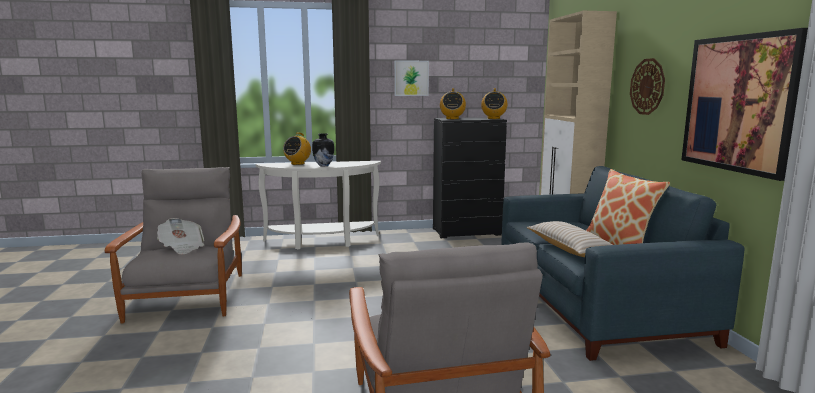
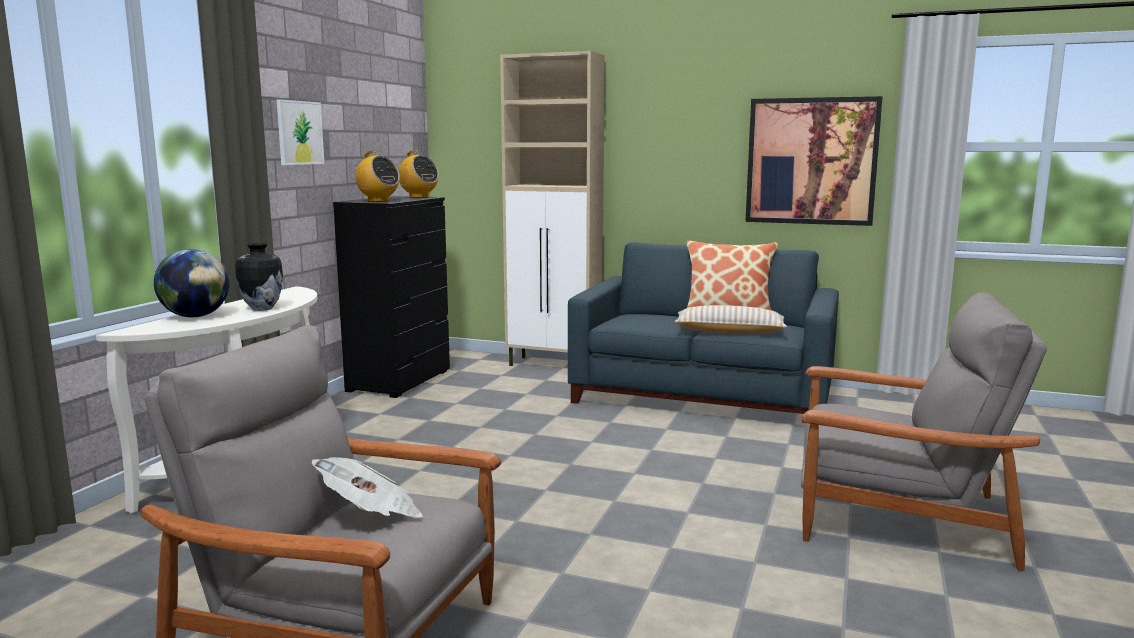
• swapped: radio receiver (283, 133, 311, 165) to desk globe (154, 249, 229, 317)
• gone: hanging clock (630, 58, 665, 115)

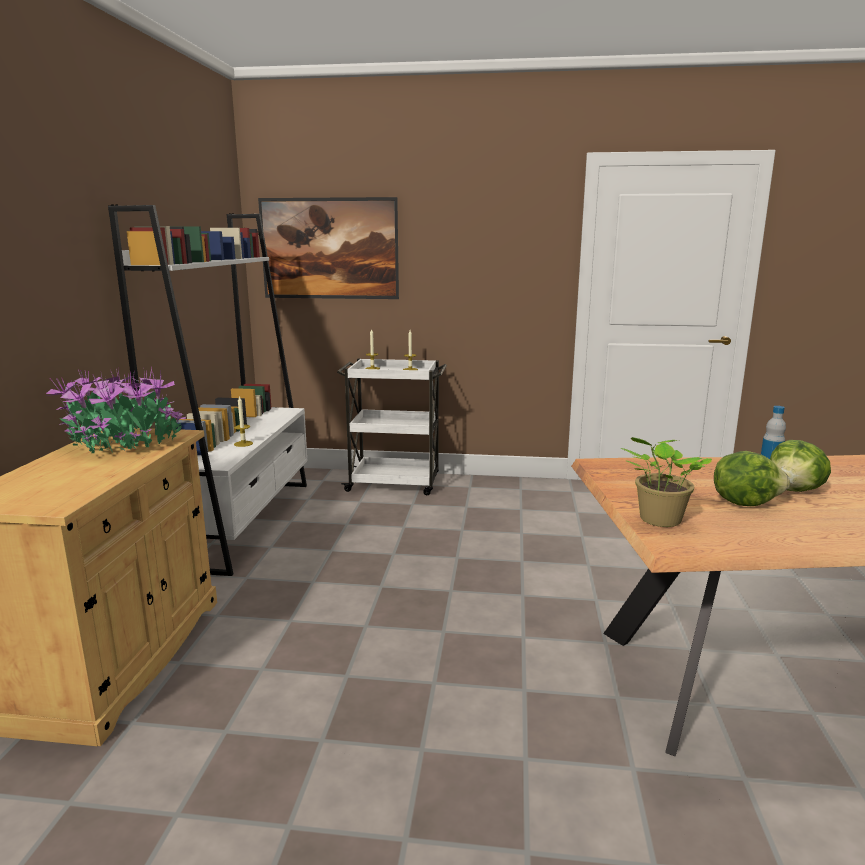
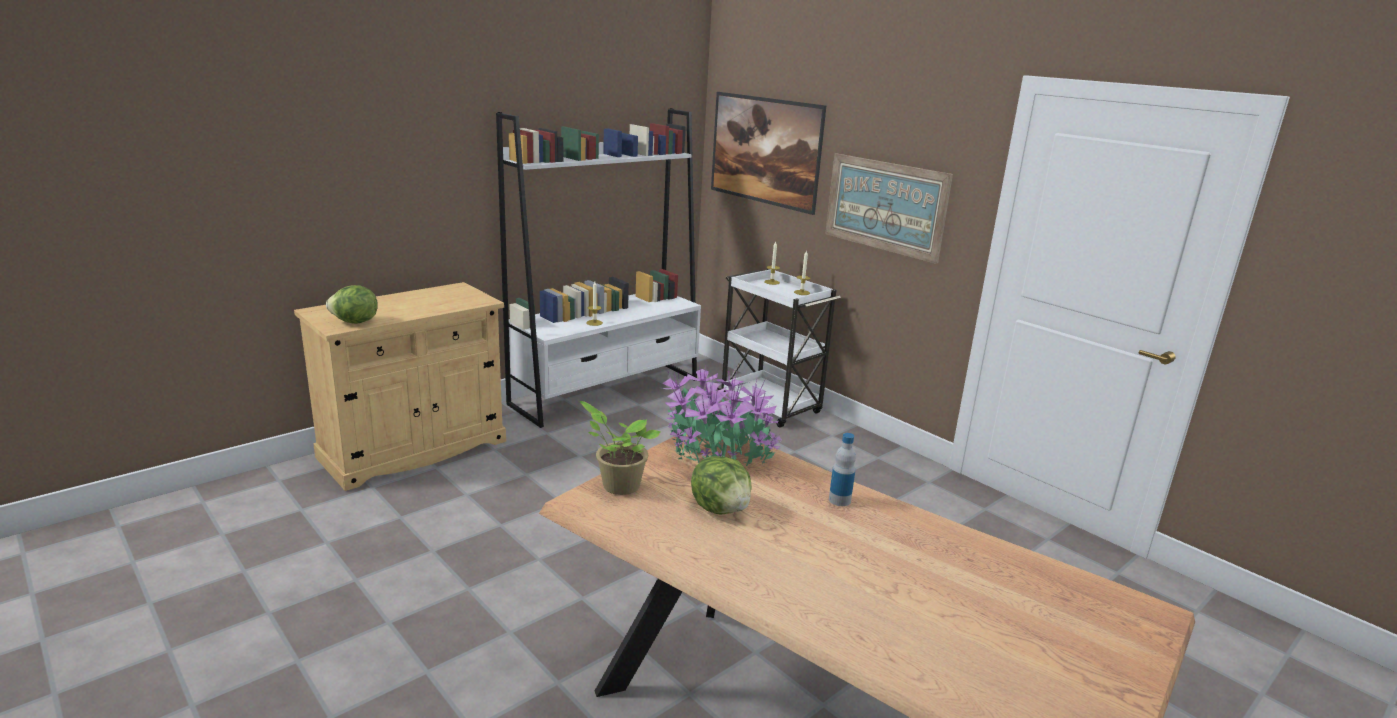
• shifted: lettuce head (770, 440, 831, 492) to (326, 285, 378, 324)
• shifted: plant in a pot (46, 368, 186, 454) to (662, 364, 782, 466)
• new: wall picture (825, 153, 953, 264)

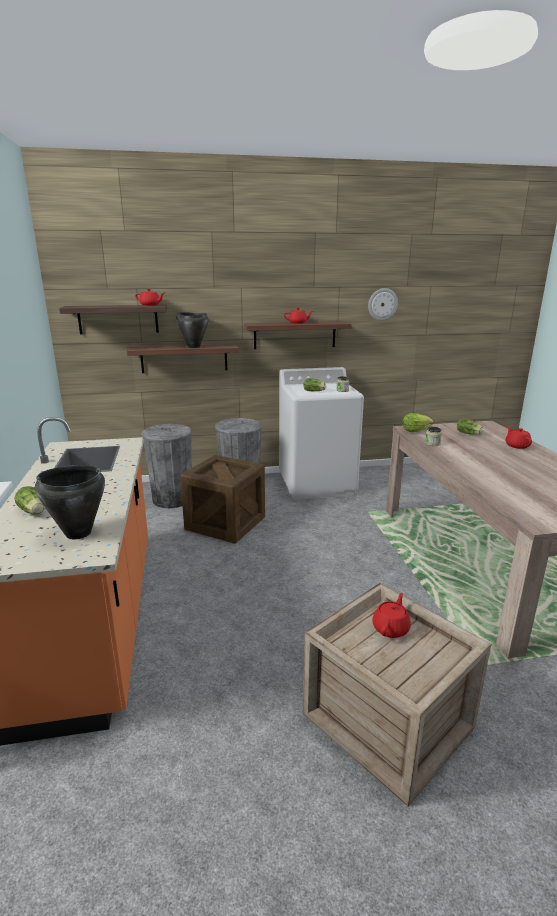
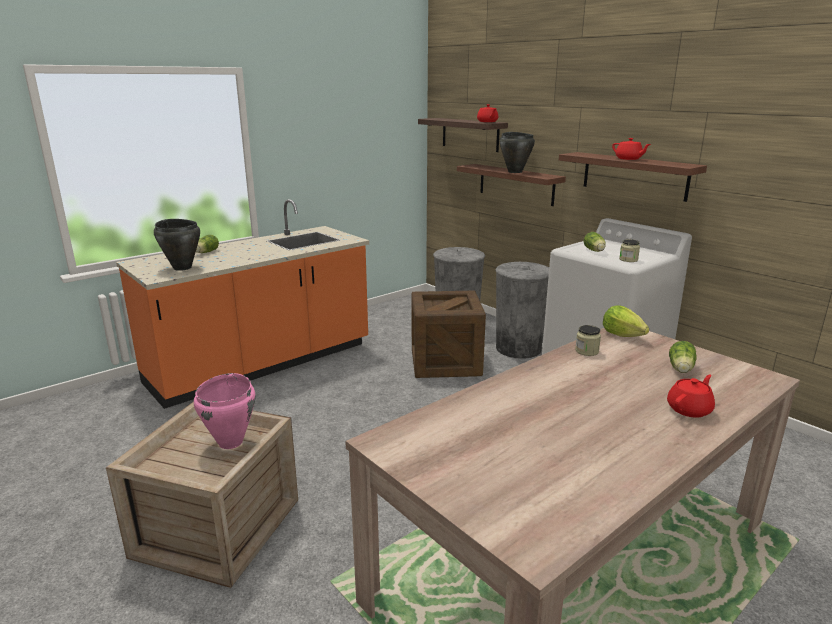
• swapped: red pot for tea (372, 593, 411, 638) to pink-coloured saucepot (194, 373, 256, 449)
• gone: hanging clock (368, 288, 398, 321)

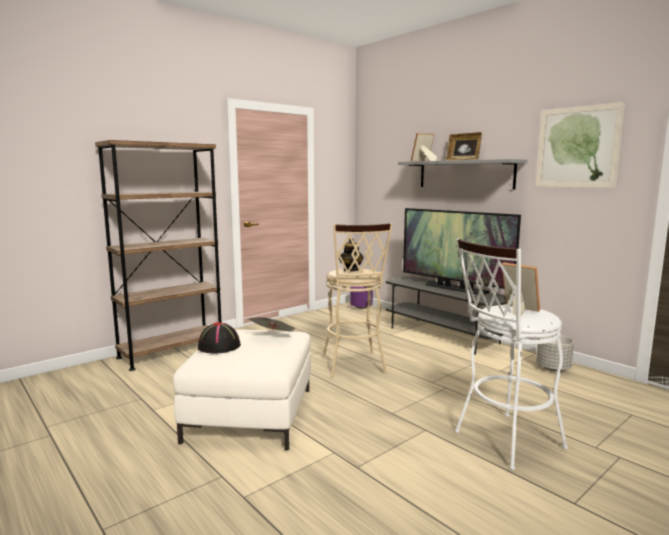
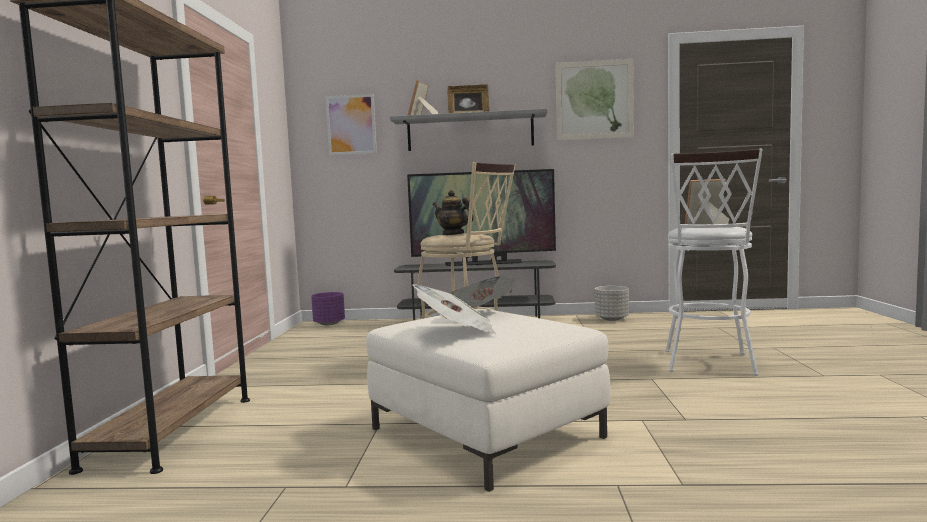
• new: wall picture (325, 94, 377, 155)
• swapped: black clothing hat (198, 322, 241, 353) to printed paper (412, 284, 496, 334)

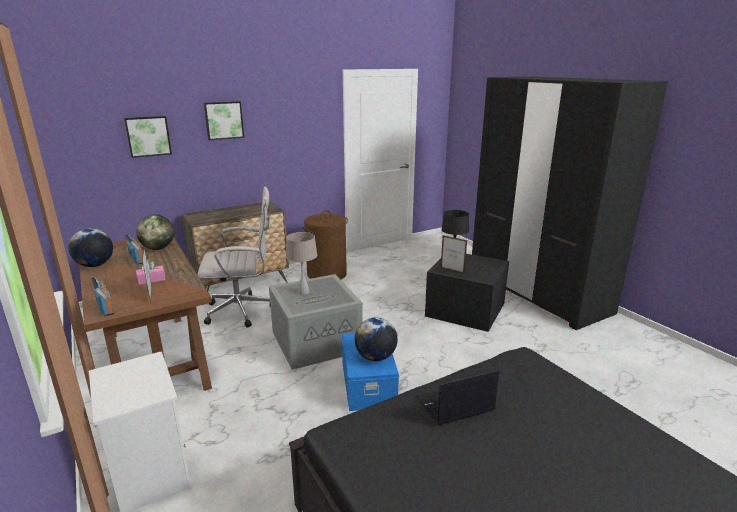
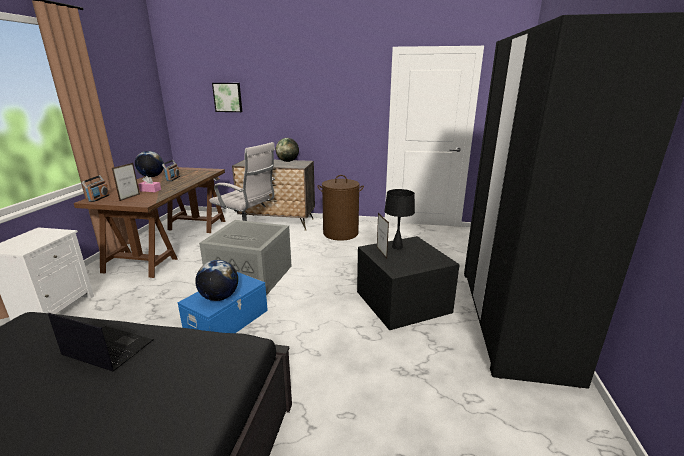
• shifted: desk globe (136, 214, 174, 250) to (276, 138, 299, 162)
• gone: wall picture (204, 101, 244, 140)
• gone: beige-coloured lamp for a table (286, 232, 317, 295)

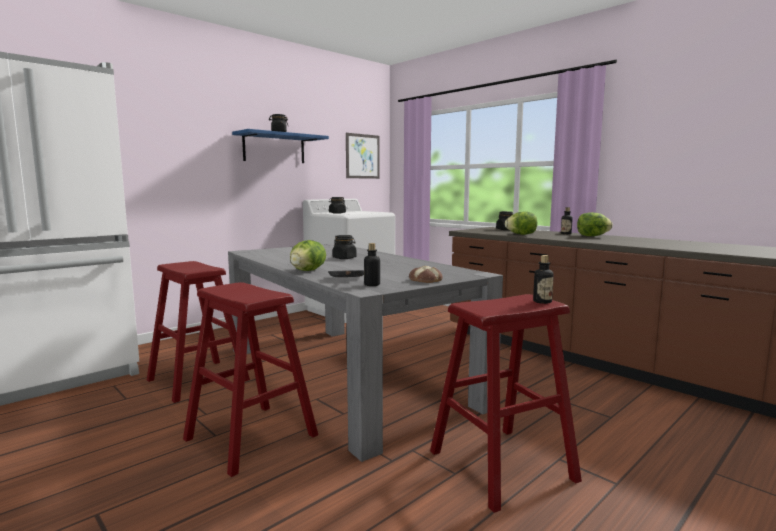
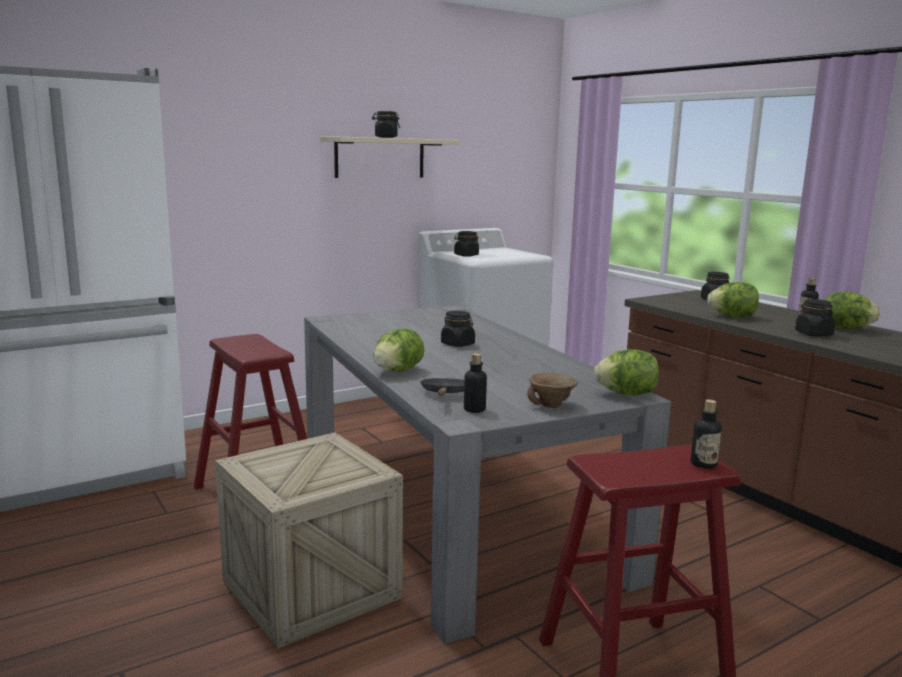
• swapped: red stool (183, 282, 318, 477) to crate (215, 433, 403, 648)
• repainted: bluish wall shelf (232, 129, 329, 163) to beige-coloured wall shelf (320, 137, 459, 178)
• swapped: baked bread (409, 266, 443, 283) to brown deep dish (527, 373, 578, 408)
• new: lettuce head (594, 349, 659, 396)
• new: black jar (795, 299, 835, 336)
• gone: wall picture (346, 133, 380, 179)

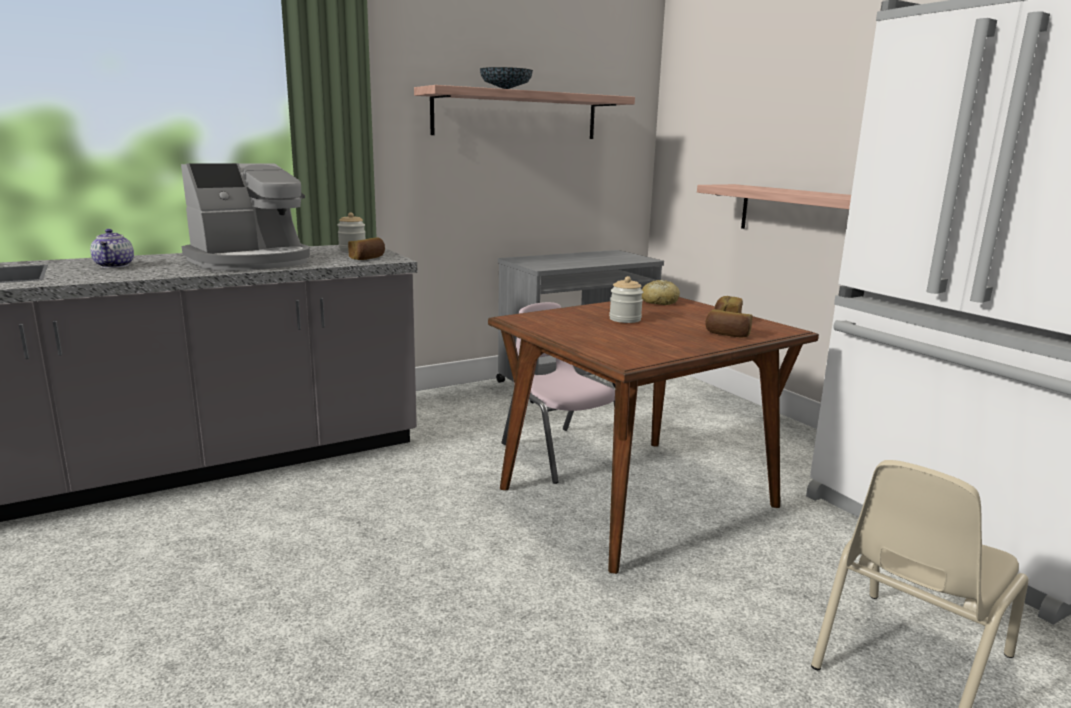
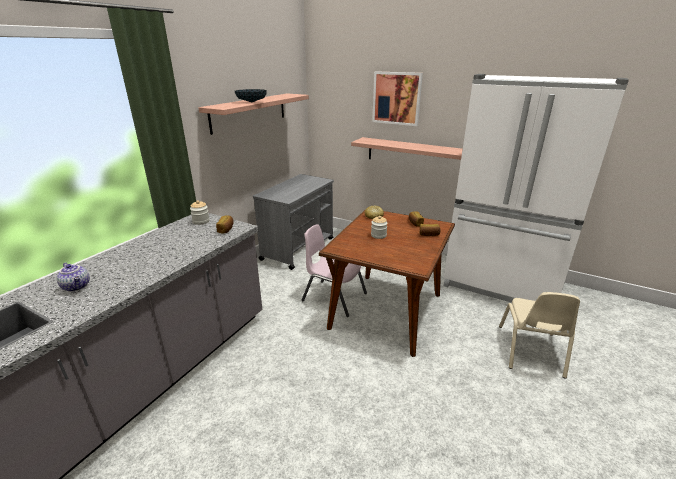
• new: wall picture (372, 71, 423, 126)
• gone: coffee brewer (181, 163, 310, 270)

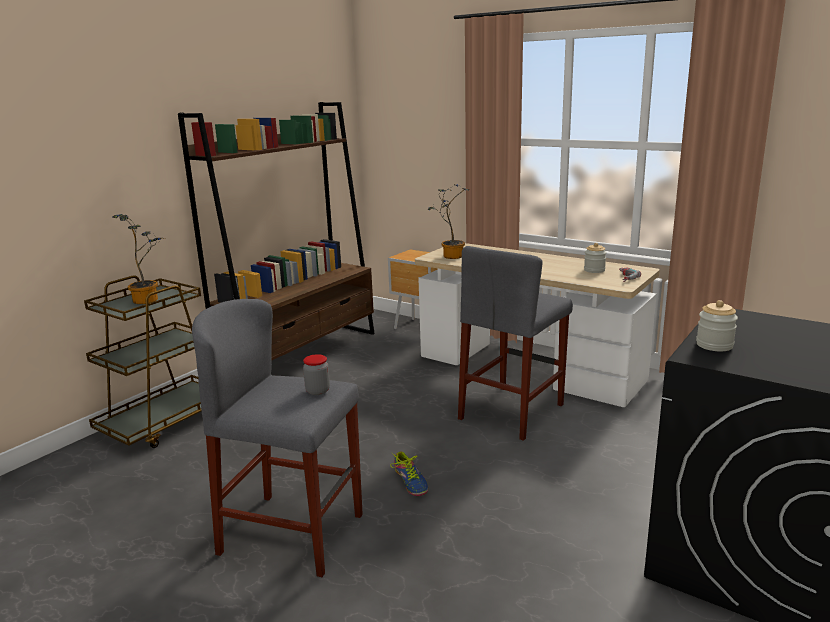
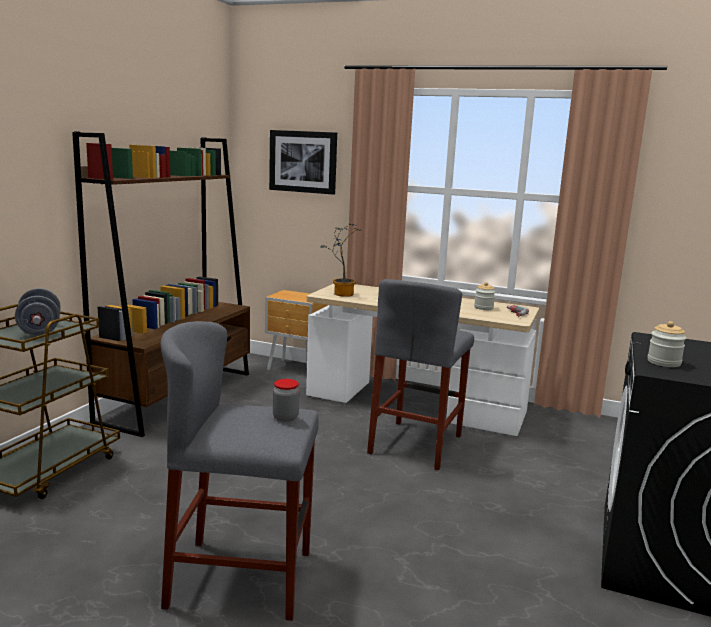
• swapped: plant in a pot (112, 214, 162, 304) to gray free weight (15, 288, 61, 336)
• new: wall picture (269, 130, 337, 195)
• gone: shoe (390, 452, 428, 496)

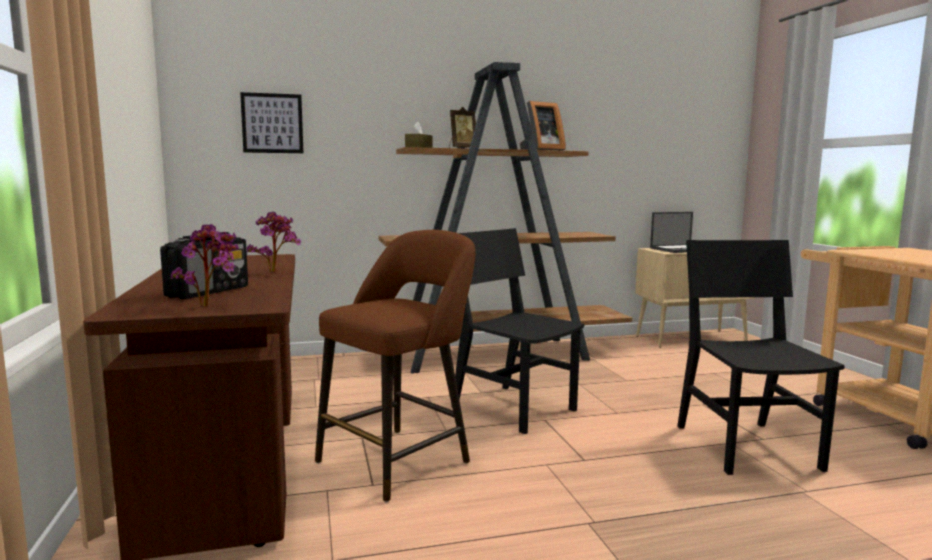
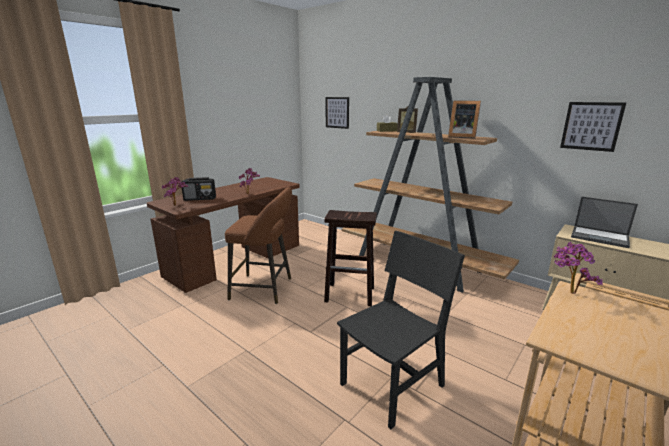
• swapped: black upright chair (451, 228, 584, 434) to brown stool (324, 210, 377, 306)
• new: plant in a pot (553, 242, 603, 294)
• new: wall picture (560, 102, 626, 152)

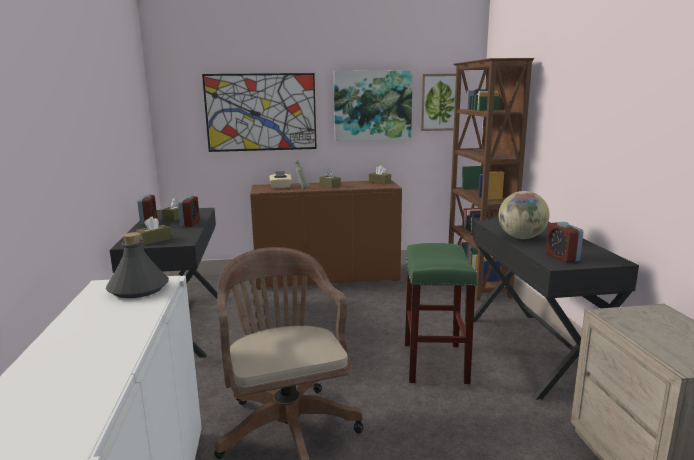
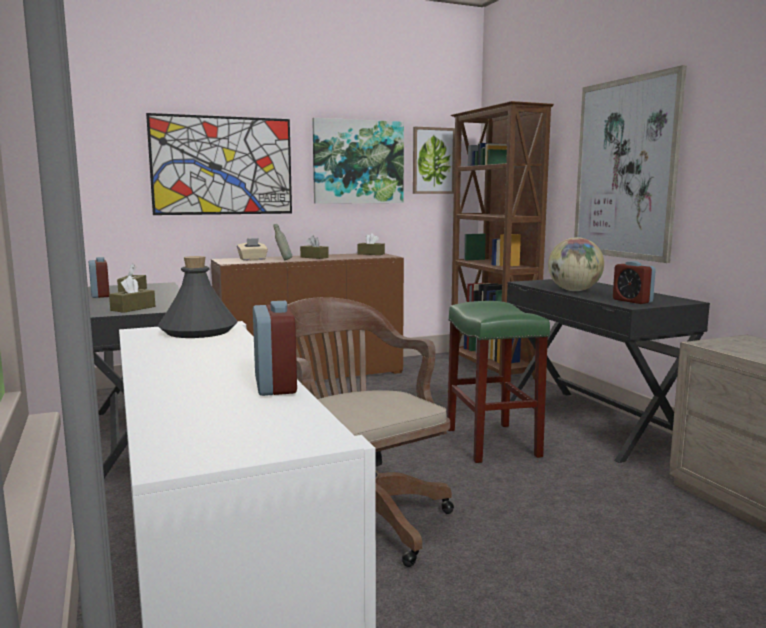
• shifted: bedside clock (178, 195, 200, 227) to (253, 301, 297, 396)
• new: wall picture (574, 65, 687, 263)

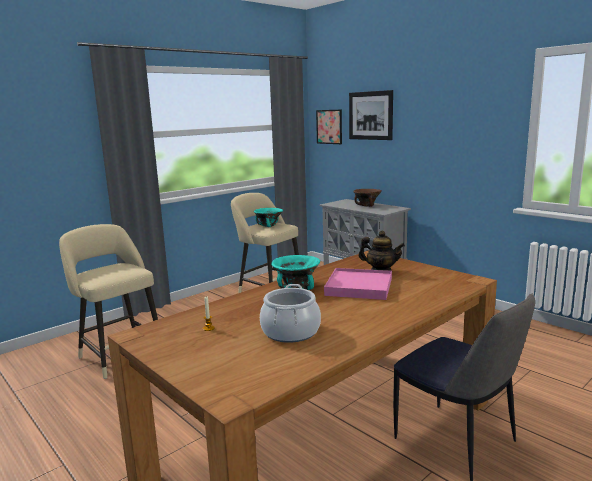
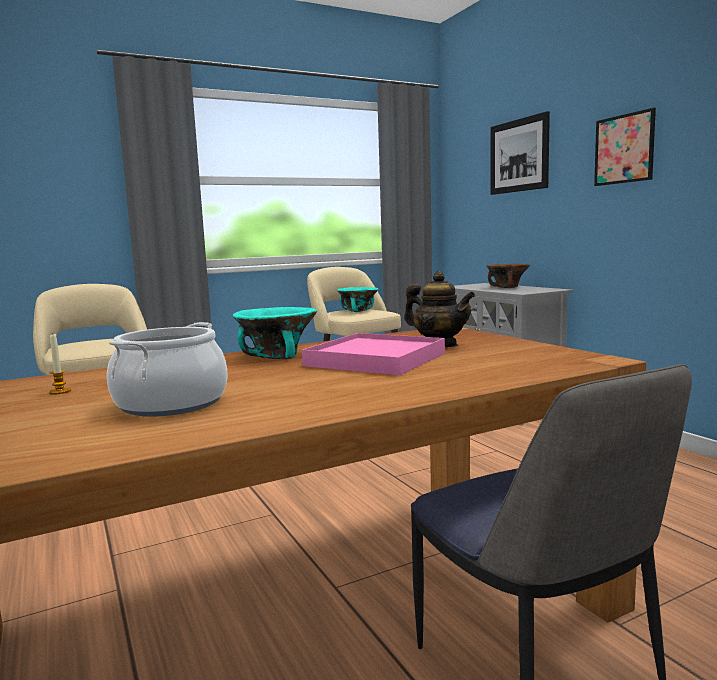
• shifted: wall picture (316, 109, 342, 144) to (594, 108, 656, 186)

